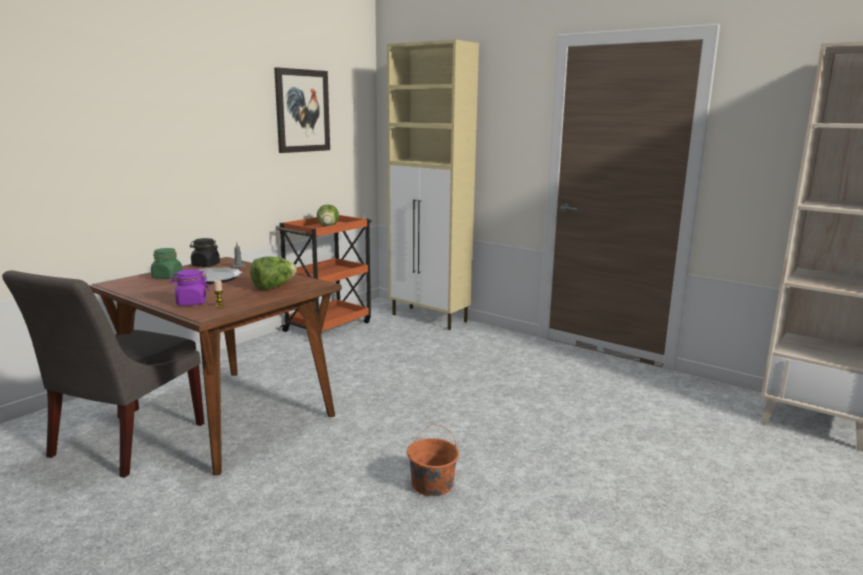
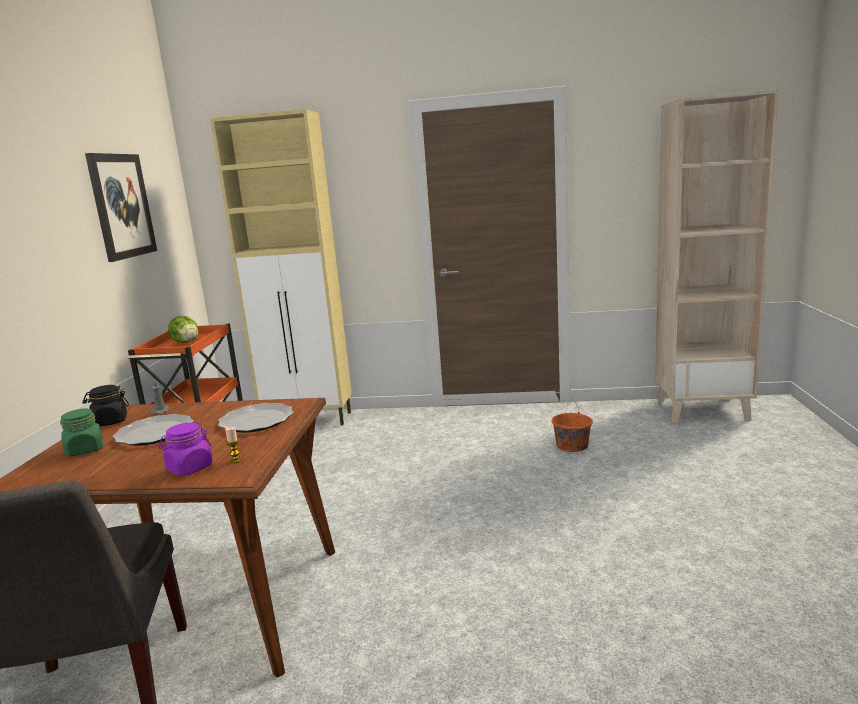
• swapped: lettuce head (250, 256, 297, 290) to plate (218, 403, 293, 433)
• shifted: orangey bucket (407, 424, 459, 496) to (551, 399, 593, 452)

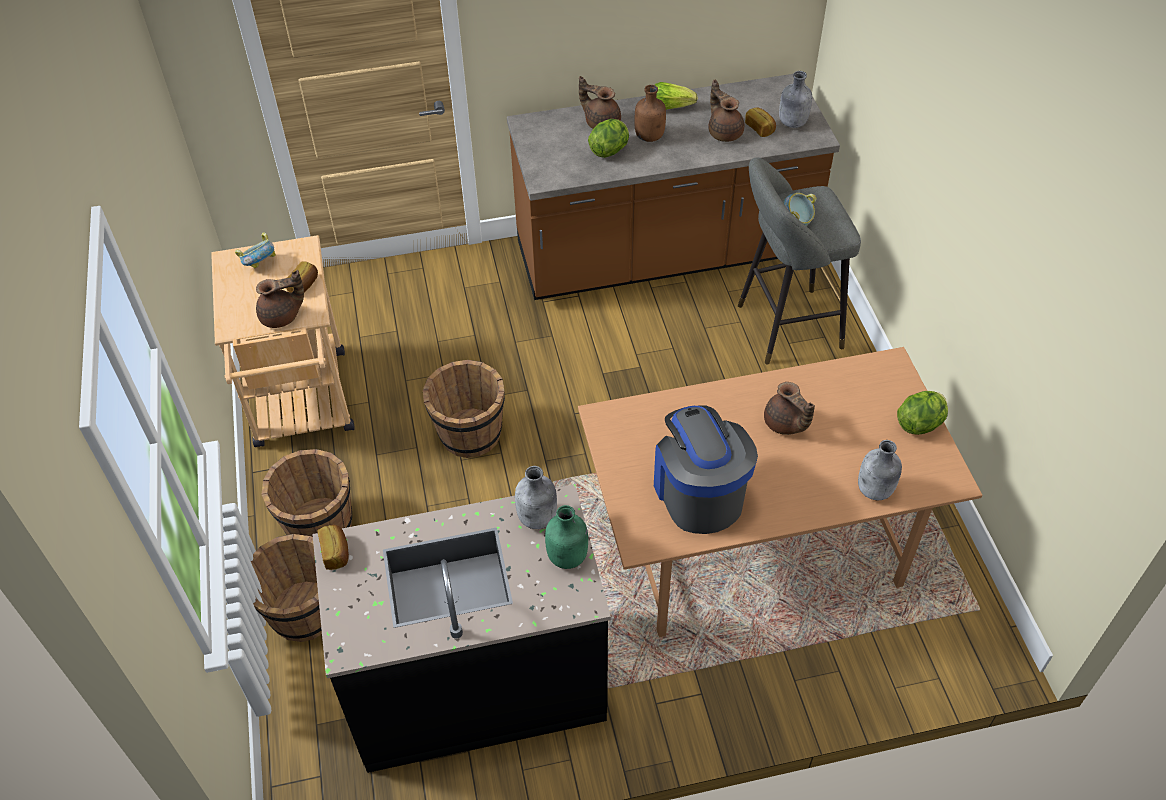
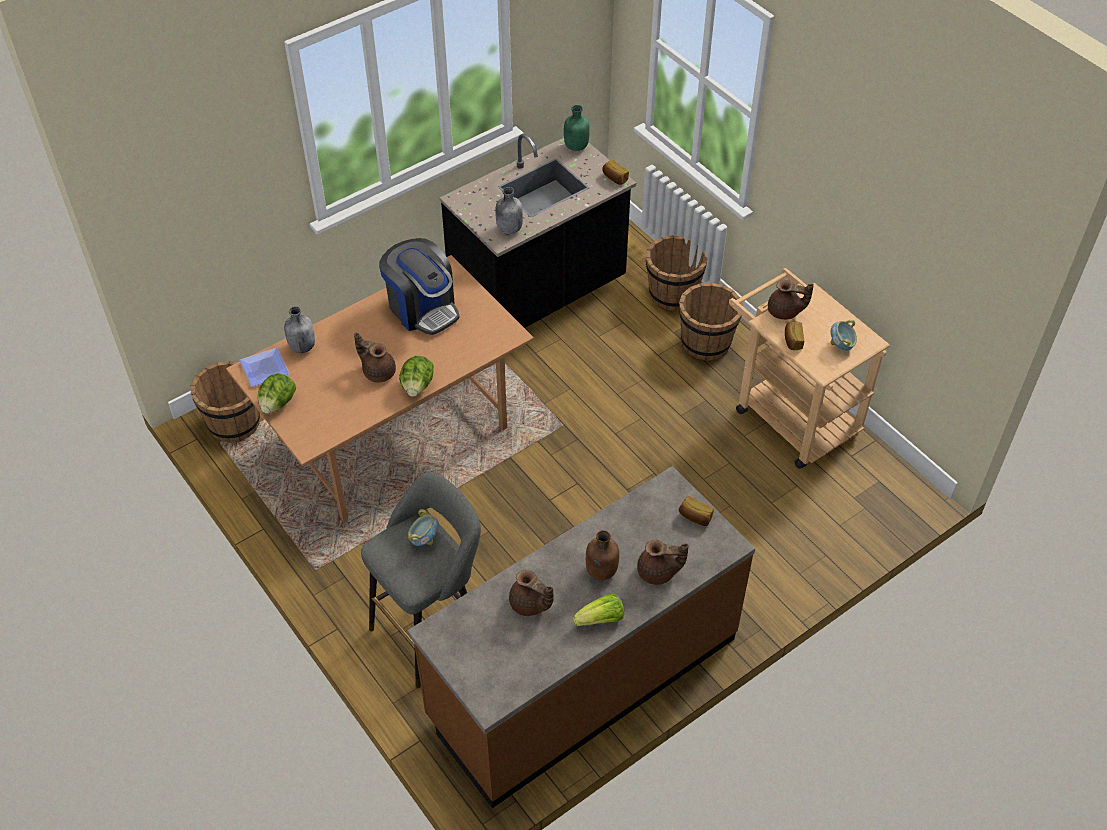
• shifted: brown bucket (423, 360, 505, 458) to (191, 361, 260, 443)
• new: plate (239, 347, 290, 387)
• shifted: lettuce head (588, 119, 629, 158) to (399, 356, 434, 397)
• shifted: greenish drink bottle (545, 505, 588, 569) to (564, 105, 590, 151)
• shifted: baked bread (745, 107, 776, 137) to (679, 496, 714, 526)
• rotated: brown pot for tea (256, 270, 304, 328) = (768, 280, 814, 320) 120 degrees counterclockwise
• gone: gray drink bottle (779, 71, 812, 128)

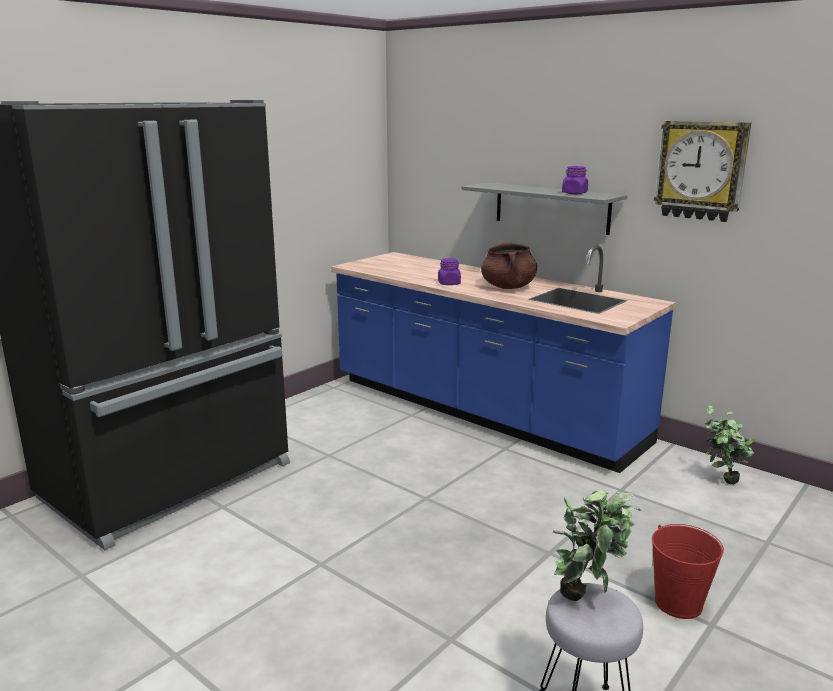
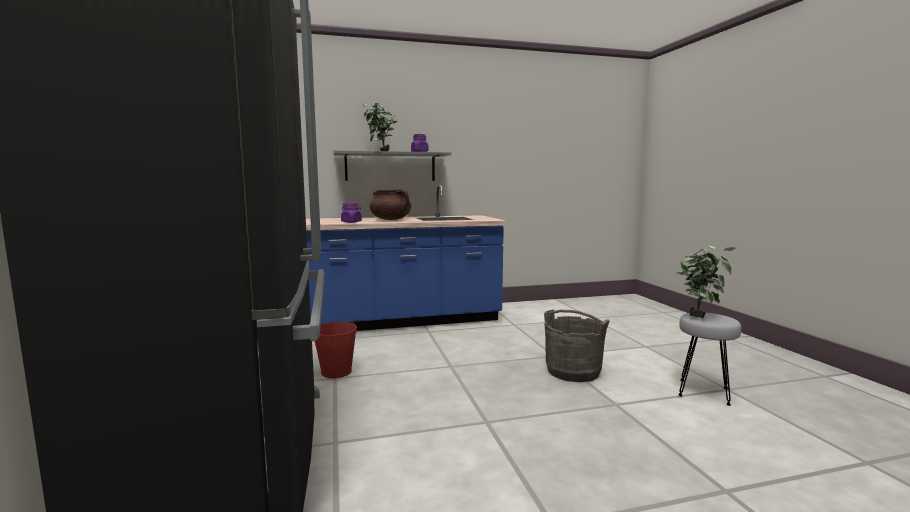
• shifted: red bucket (652, 524, 724, 619) to (315, 321, 357, 378)
• shifted: plant in a pot (705, 405, 755, 484) to (362, 103, 397, 151)
• new: gray bucket (544, 310, 610, 382)
• gone: hanging clock (654, 121, 751, 222)

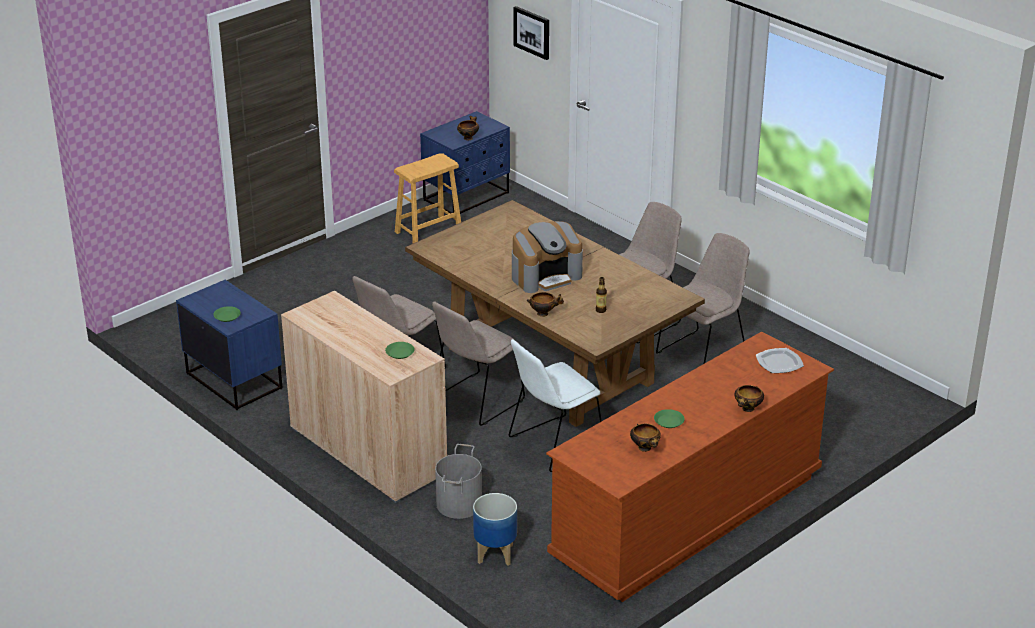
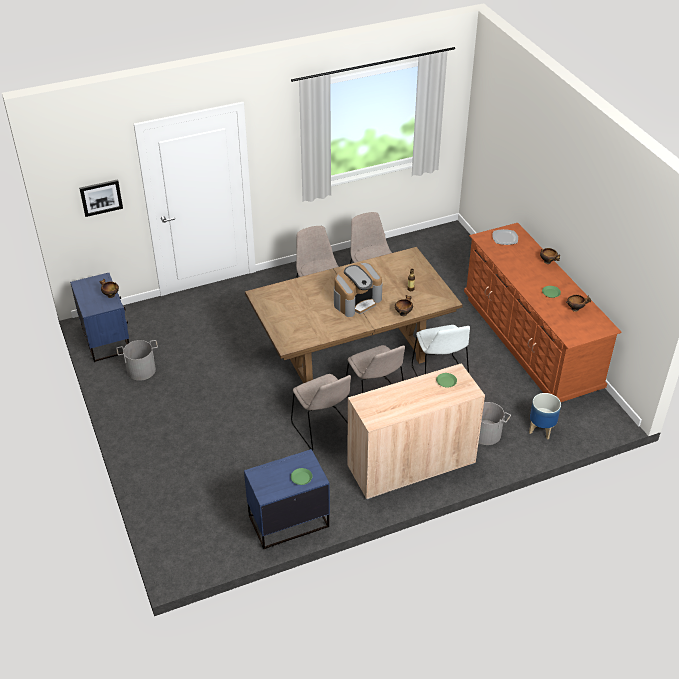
• swapped: brown stool (394, 153, 461, 243) to gray bucket (116, 340, 158, 381)
• rotated: coffee brewer (512, 221, 583, 293) = (334, 263, 382, 317) 60 degrees clockwise

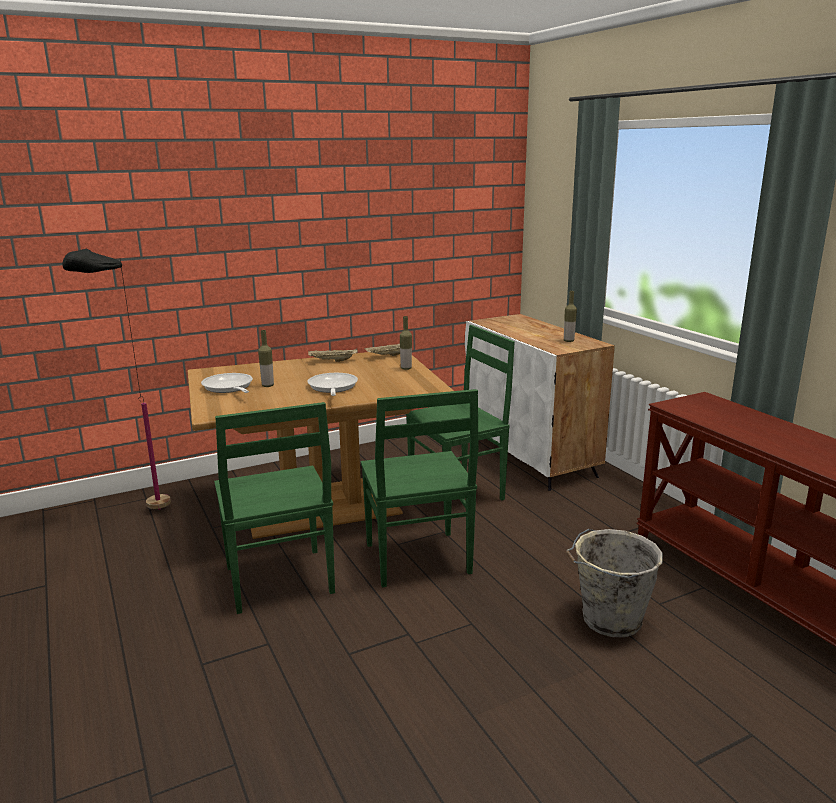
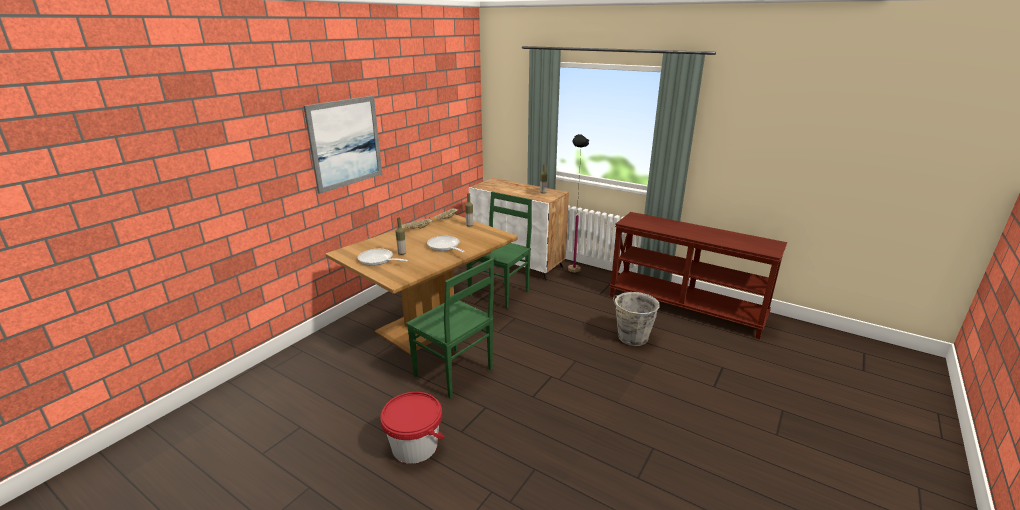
• new: wall picture (304, 96, 382, 194)
• new: red bucket (380, 392, 444, 464)
• shifted: black standing lamp (62, 249, 171, 510) to (568, 134, 589, 273)
• gone: greenish upright chair (361, 389, 479, 587)

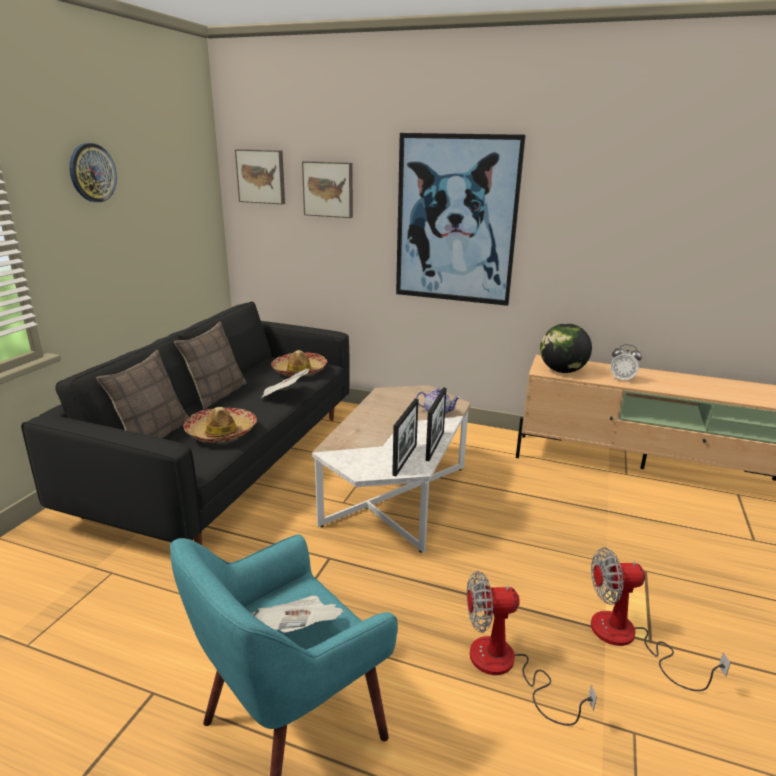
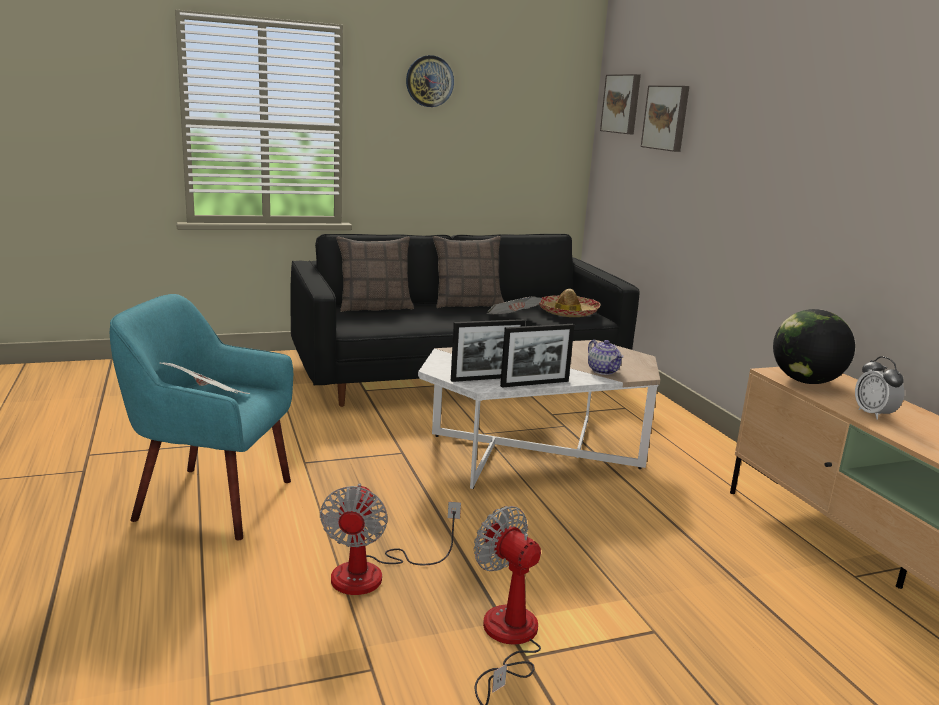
• rotated: fan (467, 571, 597, 726) = (320, 484, 461, 595) 135 degrees counterclockwise
• gone: clothing hat (183, 407, 257, 443)
• gone: wall picture (396, 133, 526, 306)

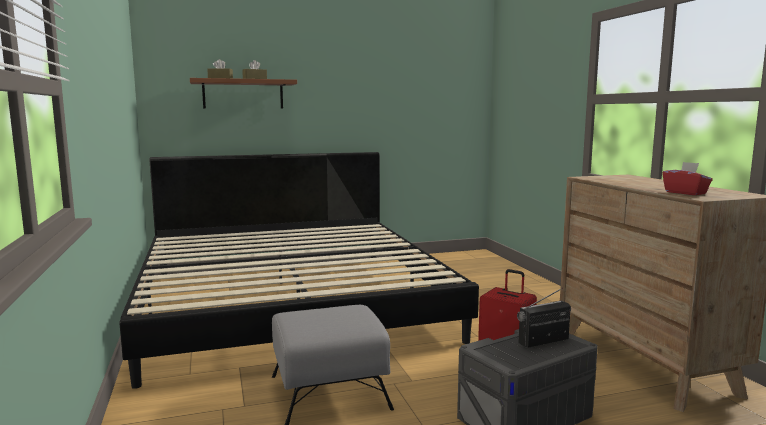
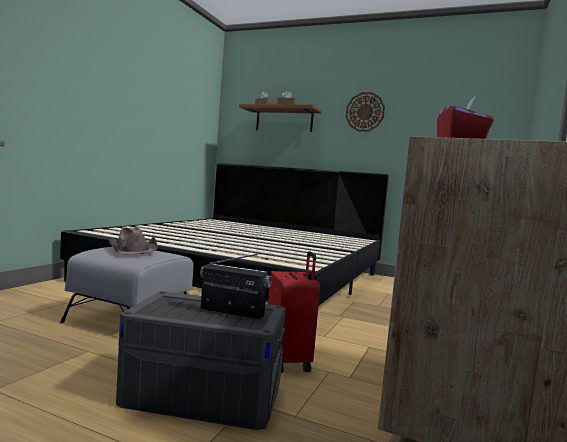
• new: brown clothing hat (109, 227, 158, 255)
• new: hanging clock (346, 92, 385, 132)

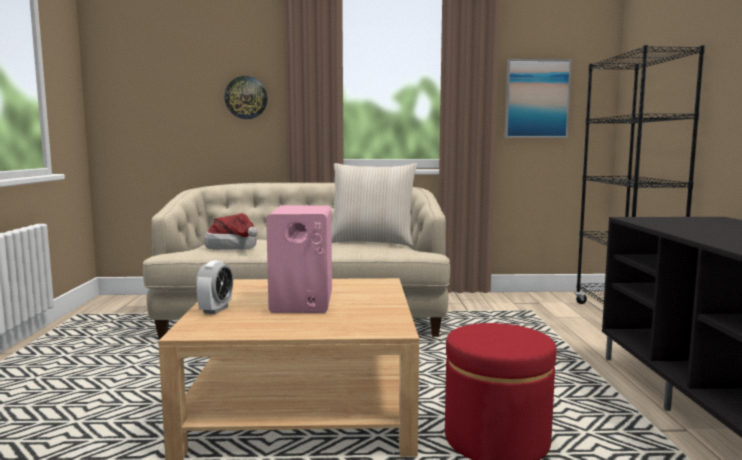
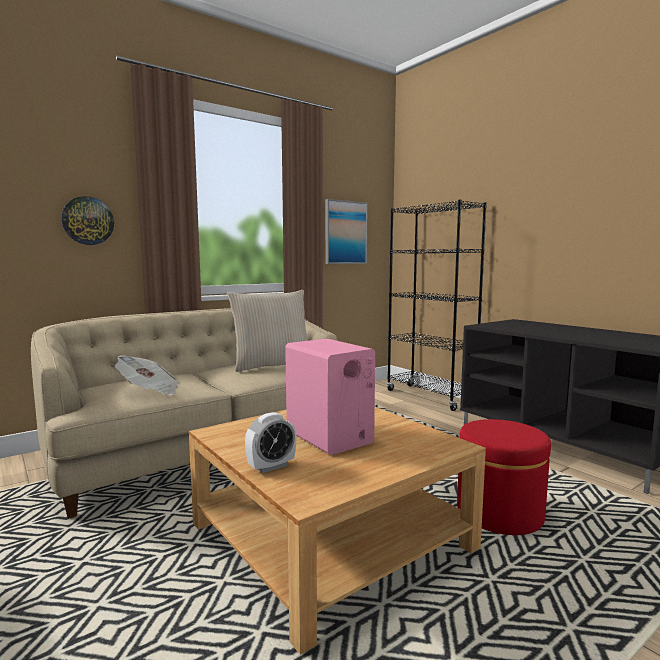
• swapped: clothing hat (204, 213, 258, 250) to printed paper (115, 356, 180, 395)
• rotated: bedside clock (195, 260, 233, 314) = (245, 412, 296, 473) 75 degrees clockwise

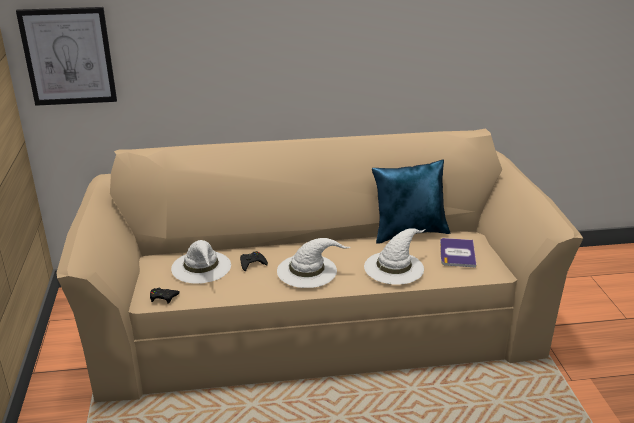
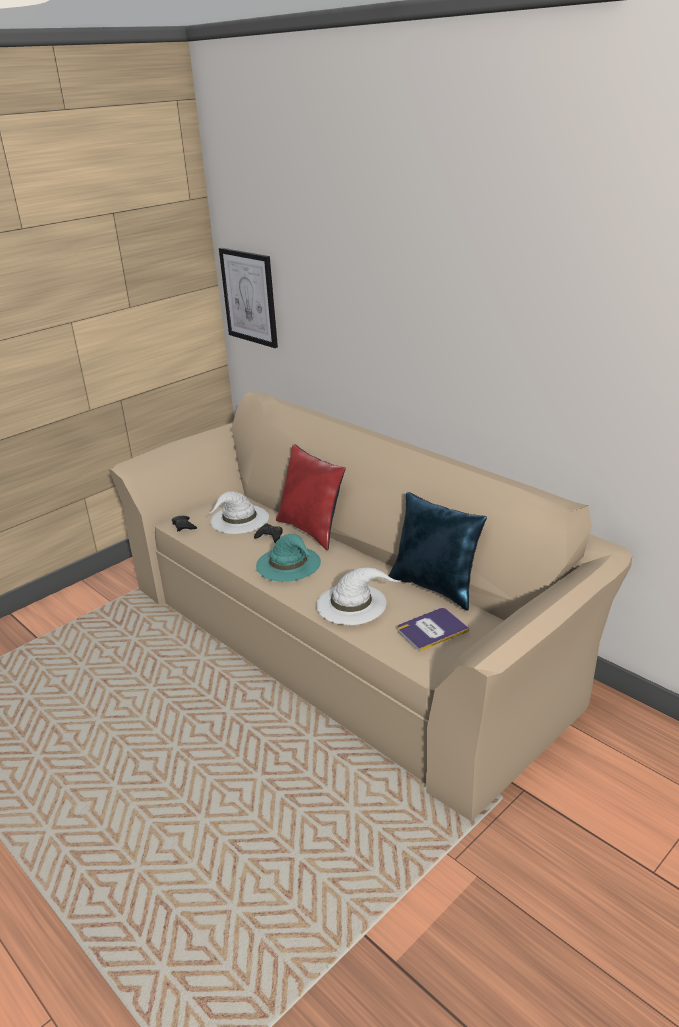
• repainted: white-coloured clothing hat (277, 238, 350, 288) to turquoise-coloured clothing hat (256, 533, 321, 582)
• new: red throw pillow (276, 444, 346, 550)

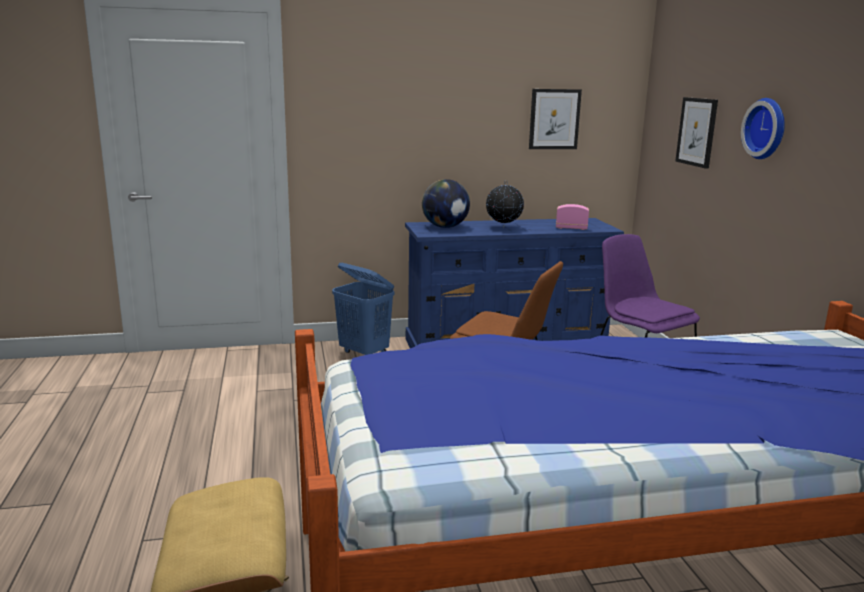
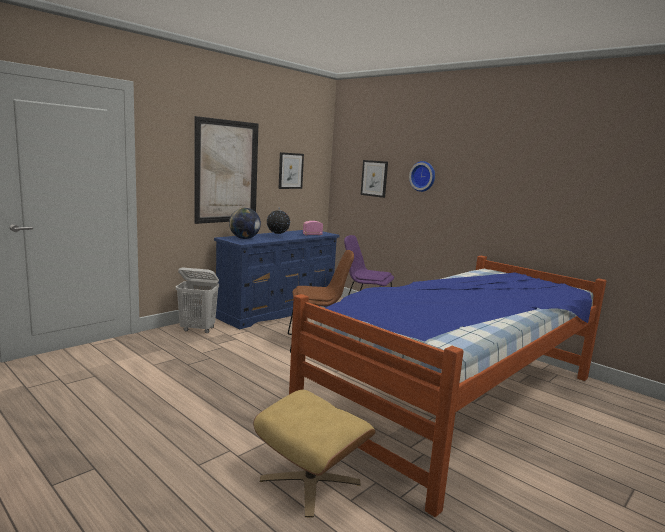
• repainted: bluish washing basket (332, 263, 394, 355) to white-coloured washing basket (176, 268, 219, 333)
• new: wall picture (194, 116, 258, 224)

